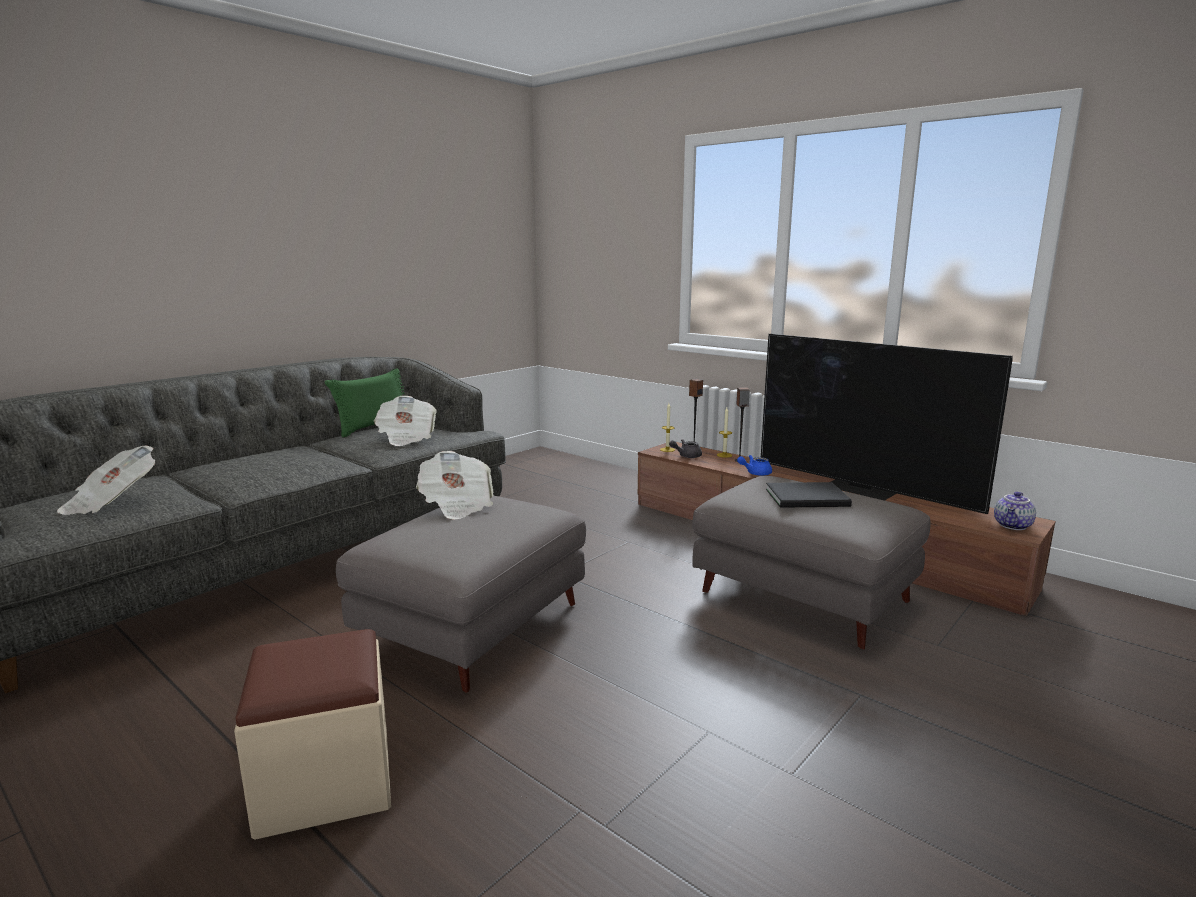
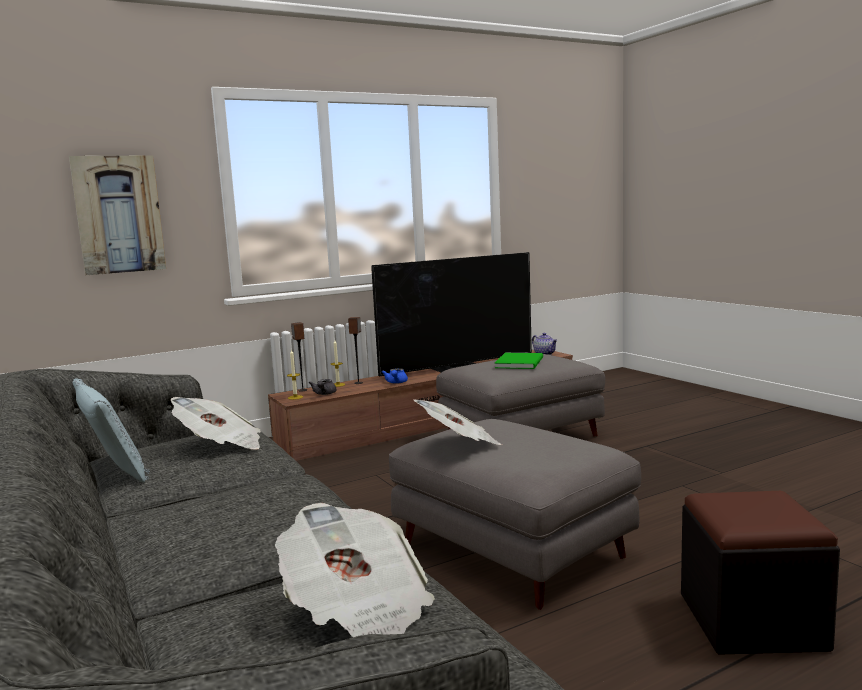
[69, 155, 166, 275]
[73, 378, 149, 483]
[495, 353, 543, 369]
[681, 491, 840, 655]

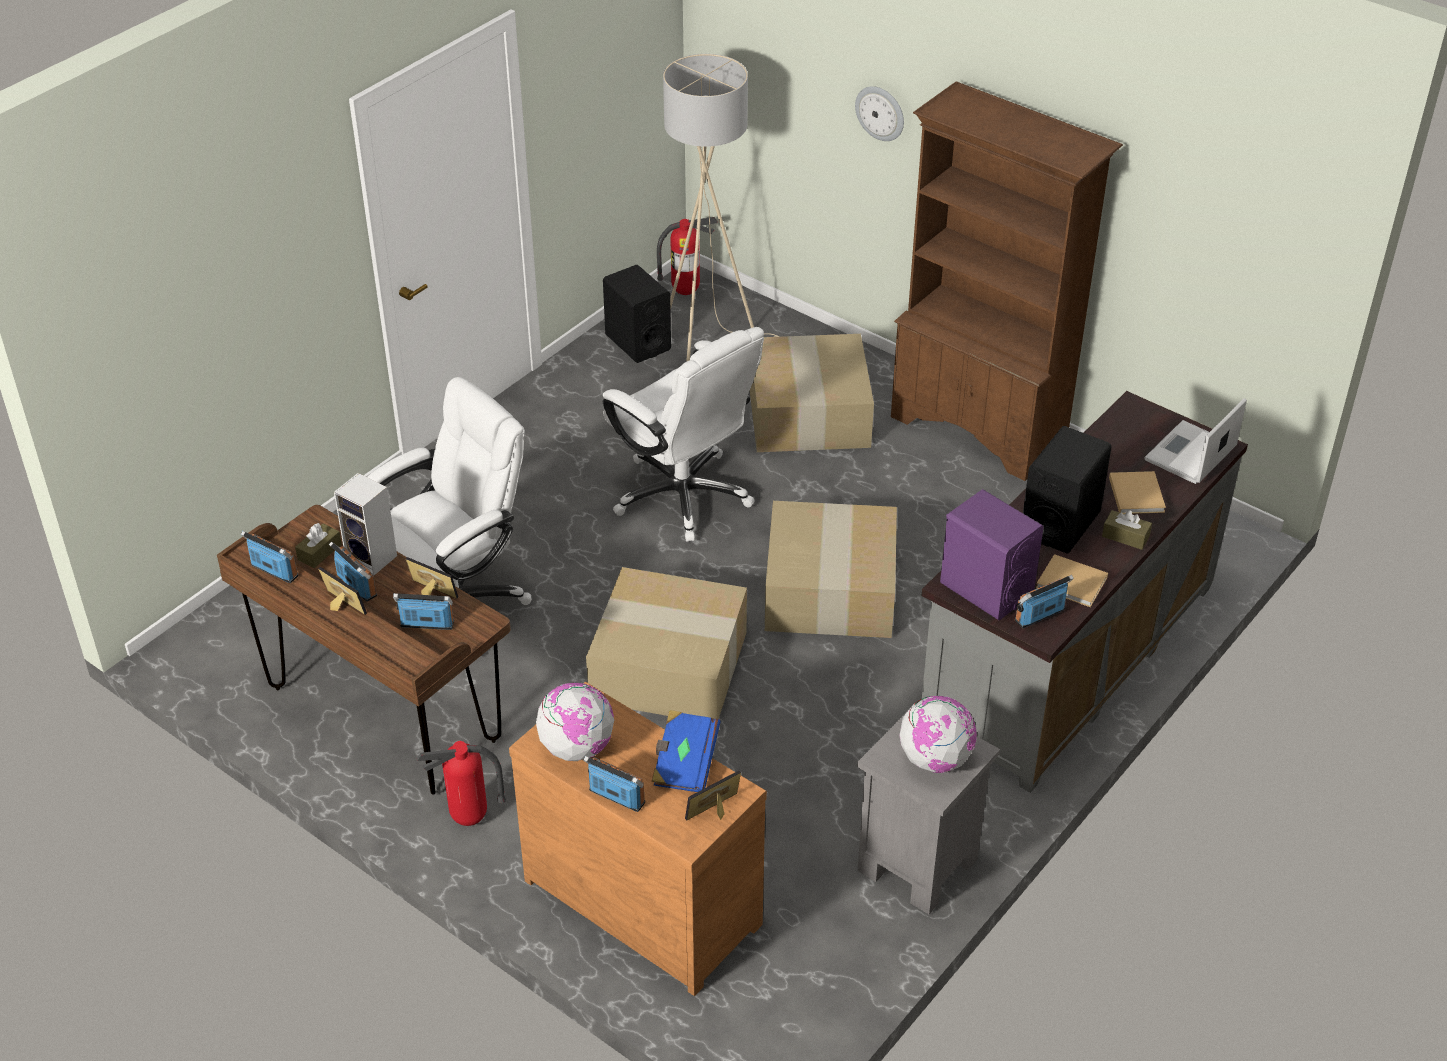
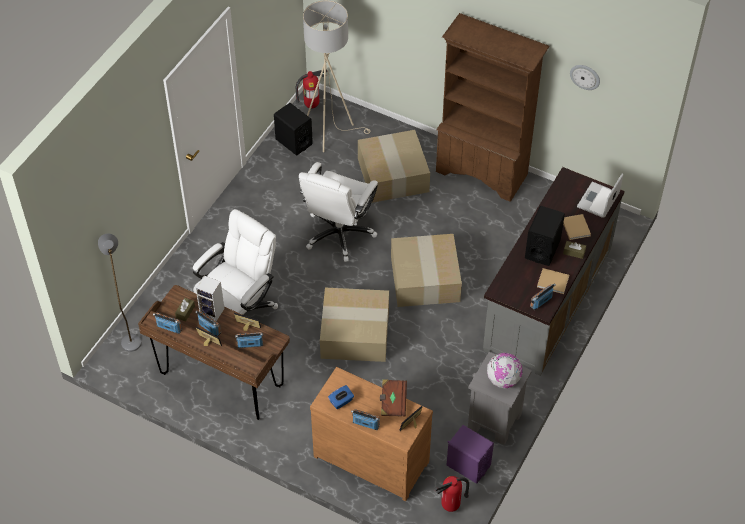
[98, 234, 142, 352]
[299, 162, 378, 262]
[328, 385, 354, 409]
[380, 379, 407, 417]
[435, 476, 469, 512]
[447, 425, 494, 484]
[570, 65, 600, 90]

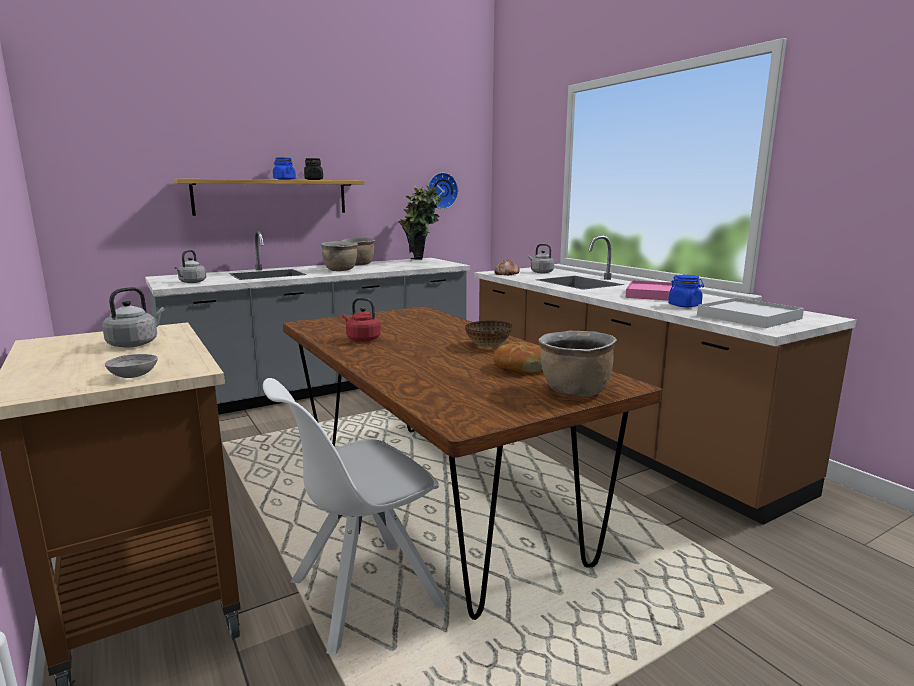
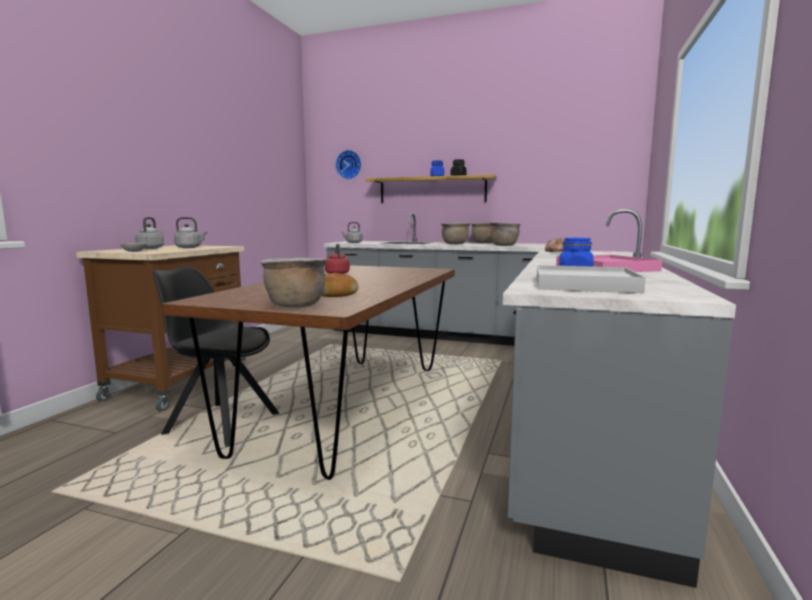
[135, 217, 164, 249]
[153, 266, 280, 447]
[335, 150, 361, 180]
[490, 222, 521, 246]
[503, 209, 736, 588]
[398, 185, 443, 260] (first image)
[465, 320, 512, 347] (first image)

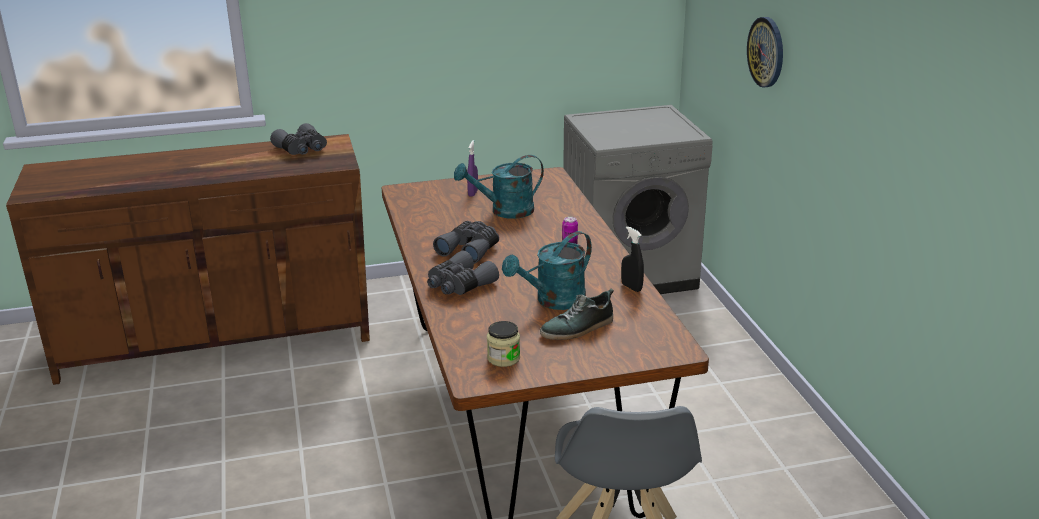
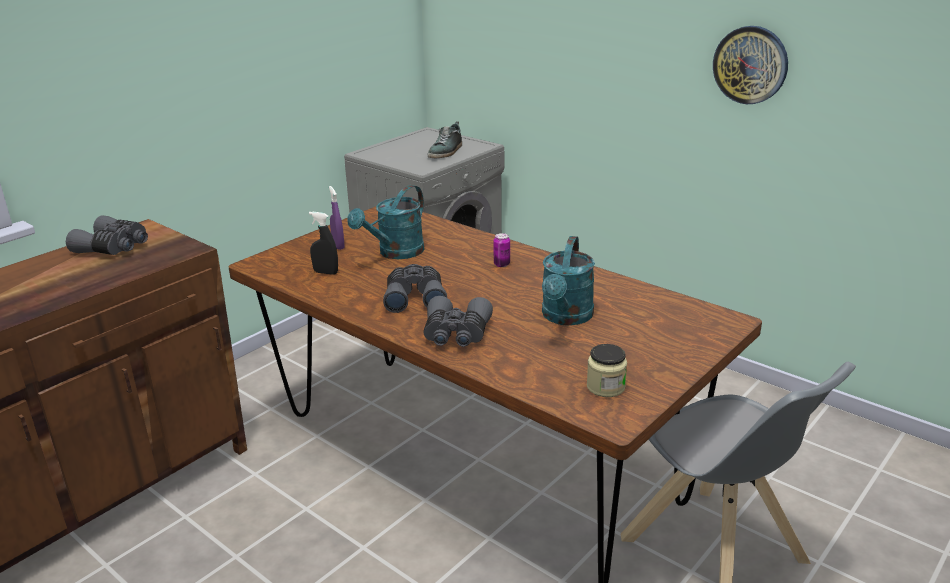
[309, 212, 338, 275]
[428, 121, 462, 158]
[713, 26, 788, 104]

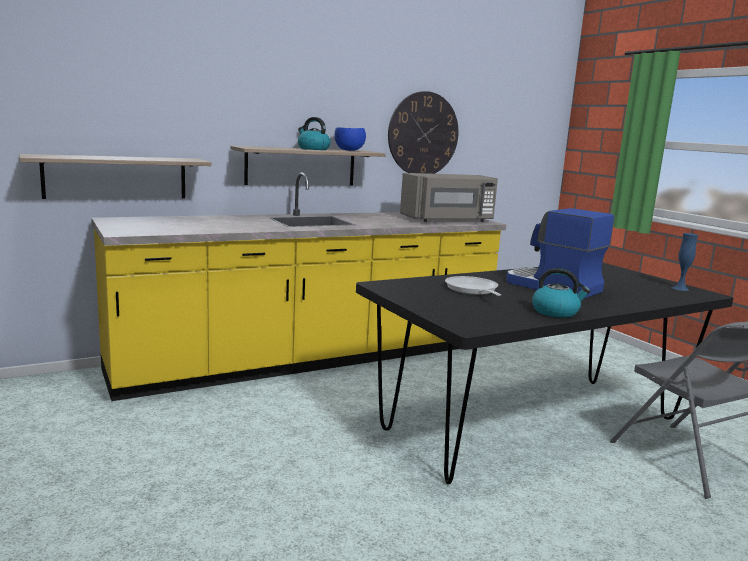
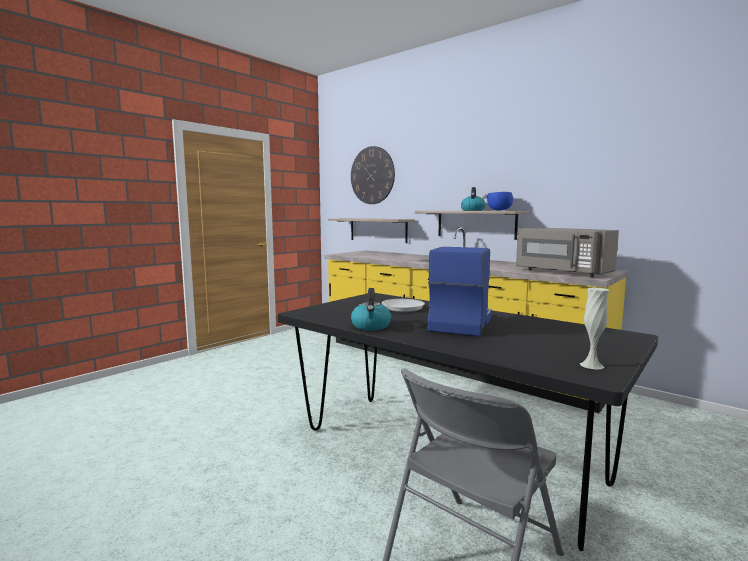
[351, 146, 395, 204]
[580, 288, 609, 369]

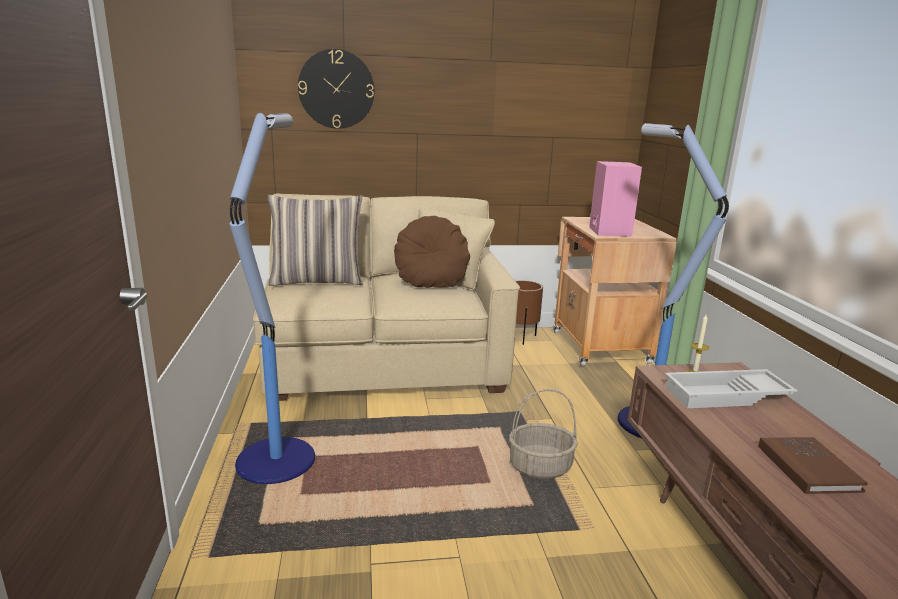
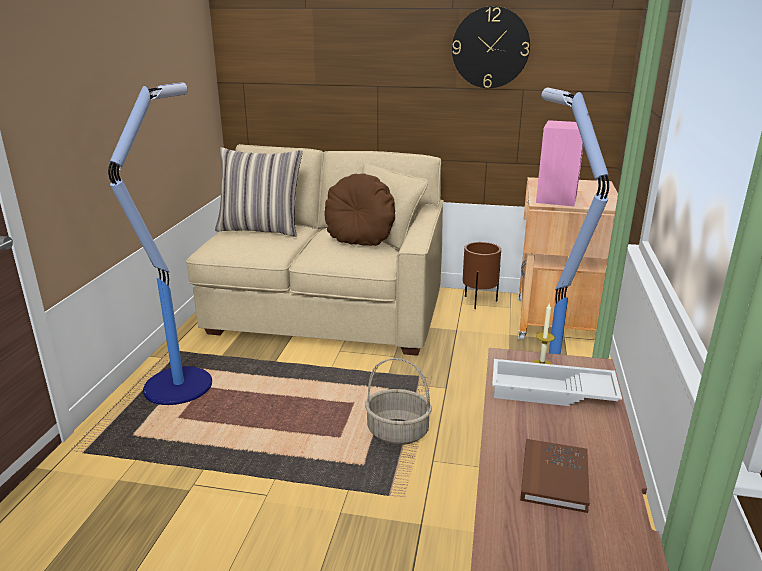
[452, 6, 530, 88]

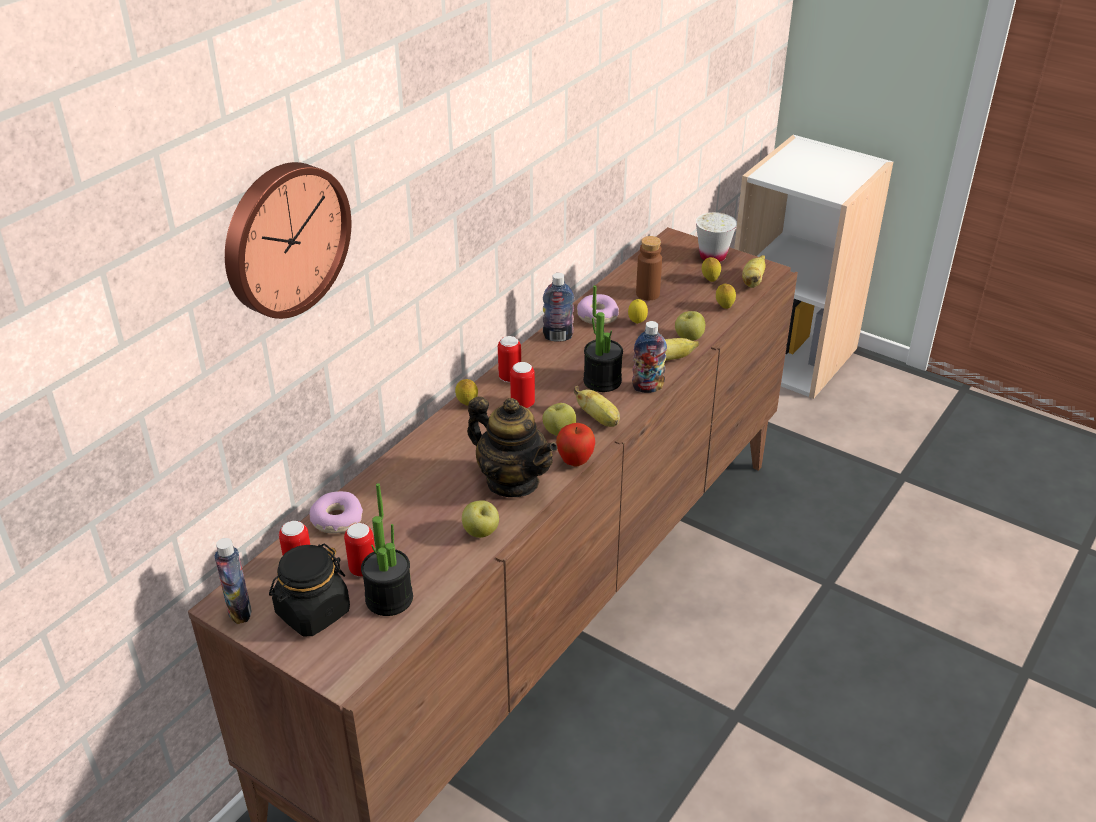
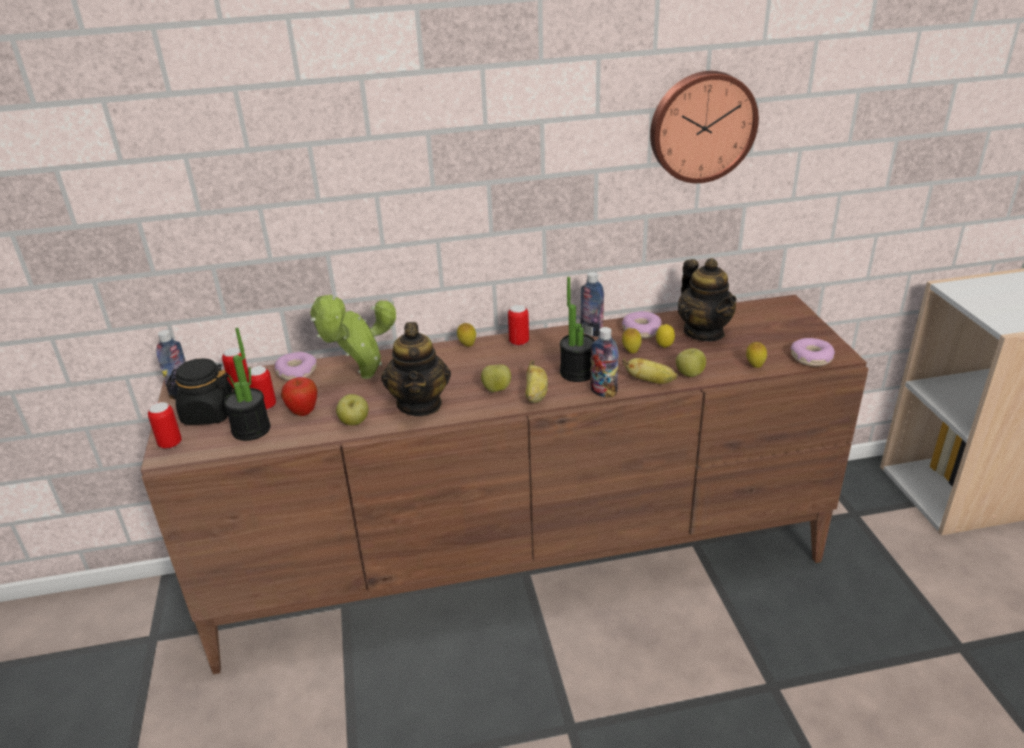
[148, 402, 182, 449]
[281, 377, 317, 416]
[310, 295, 396, 379]
[622, 328, 642, 354]
[650, 71, 759, 183]
[678, 258, 736, 341]
[790, 338, 835, 367]
[696, 212, 737, 262] (first image)

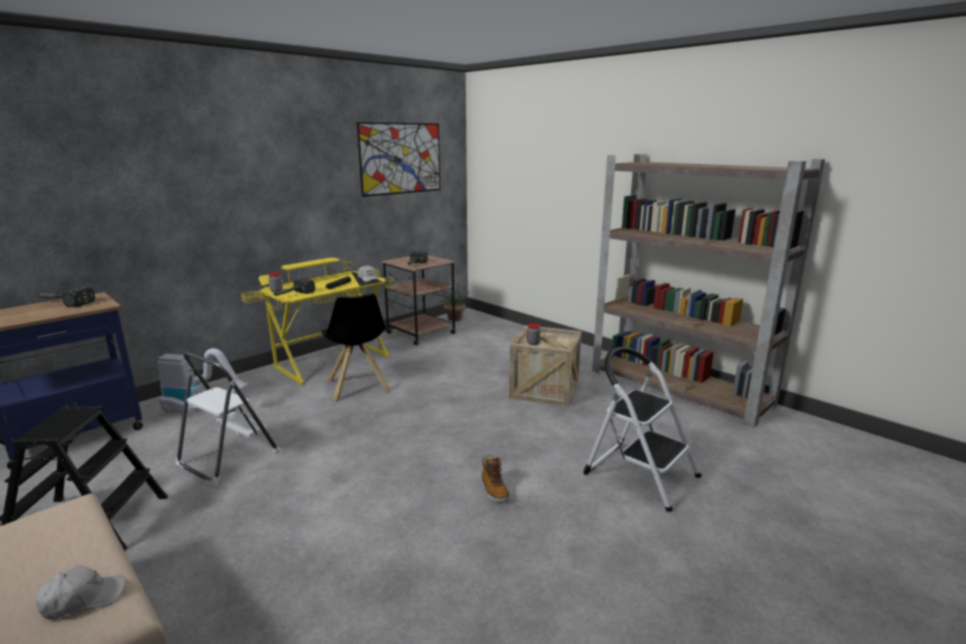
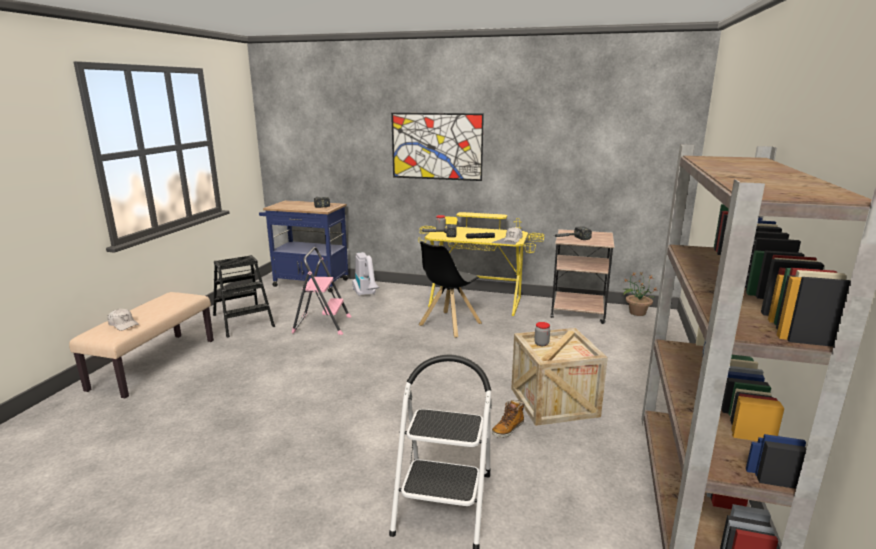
[292, 247, 352, 335]
[391, 113, 484, 181]
[492, 400, 524, 438]

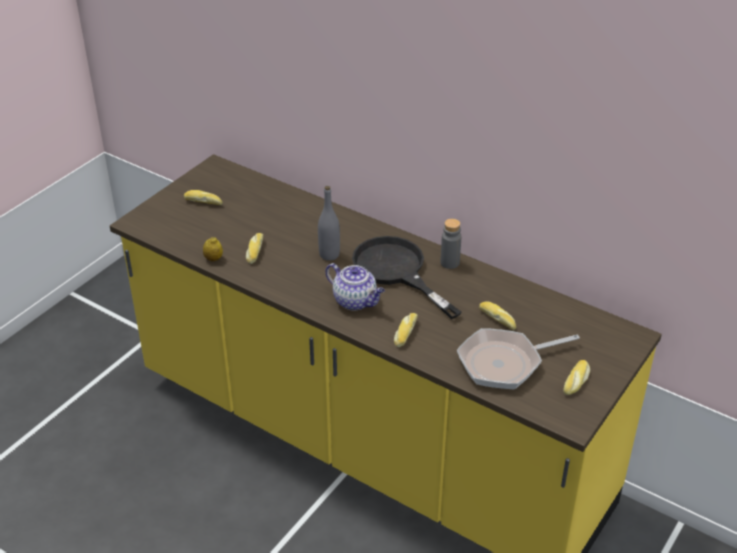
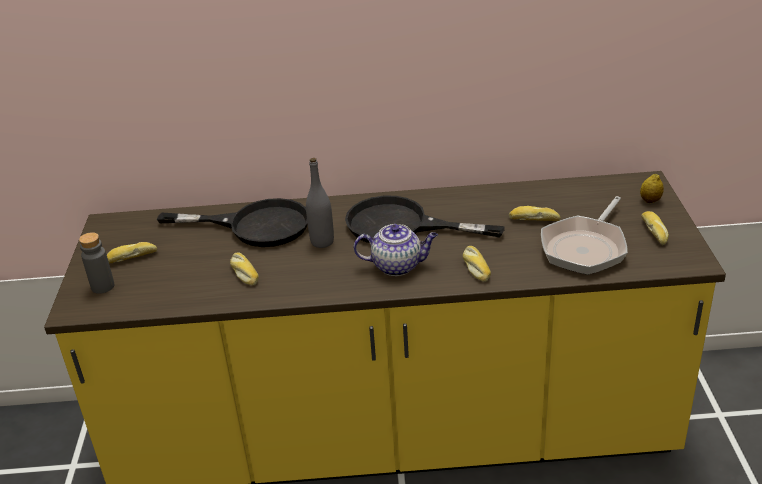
[79, 232, 115, 294]
[157, 198, 308, 247]
[640, 174, 664, 203]

